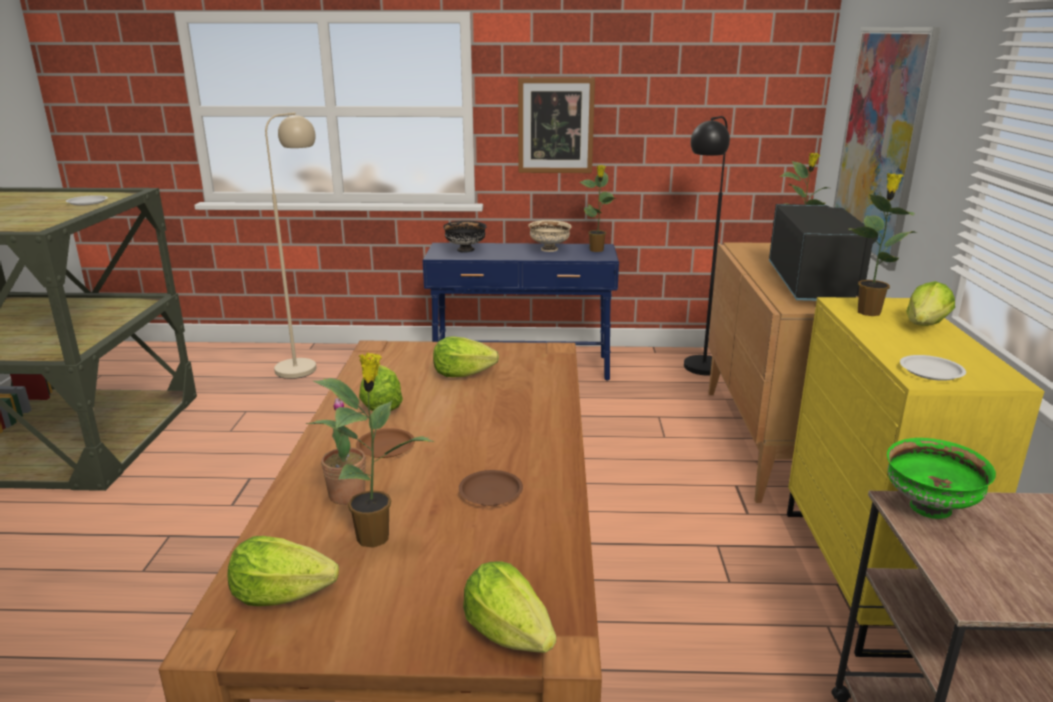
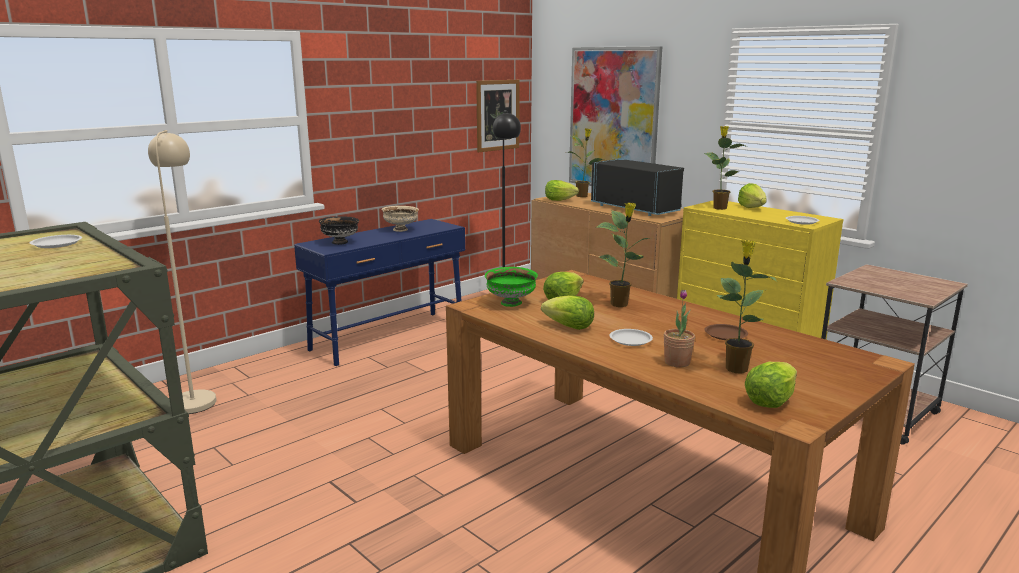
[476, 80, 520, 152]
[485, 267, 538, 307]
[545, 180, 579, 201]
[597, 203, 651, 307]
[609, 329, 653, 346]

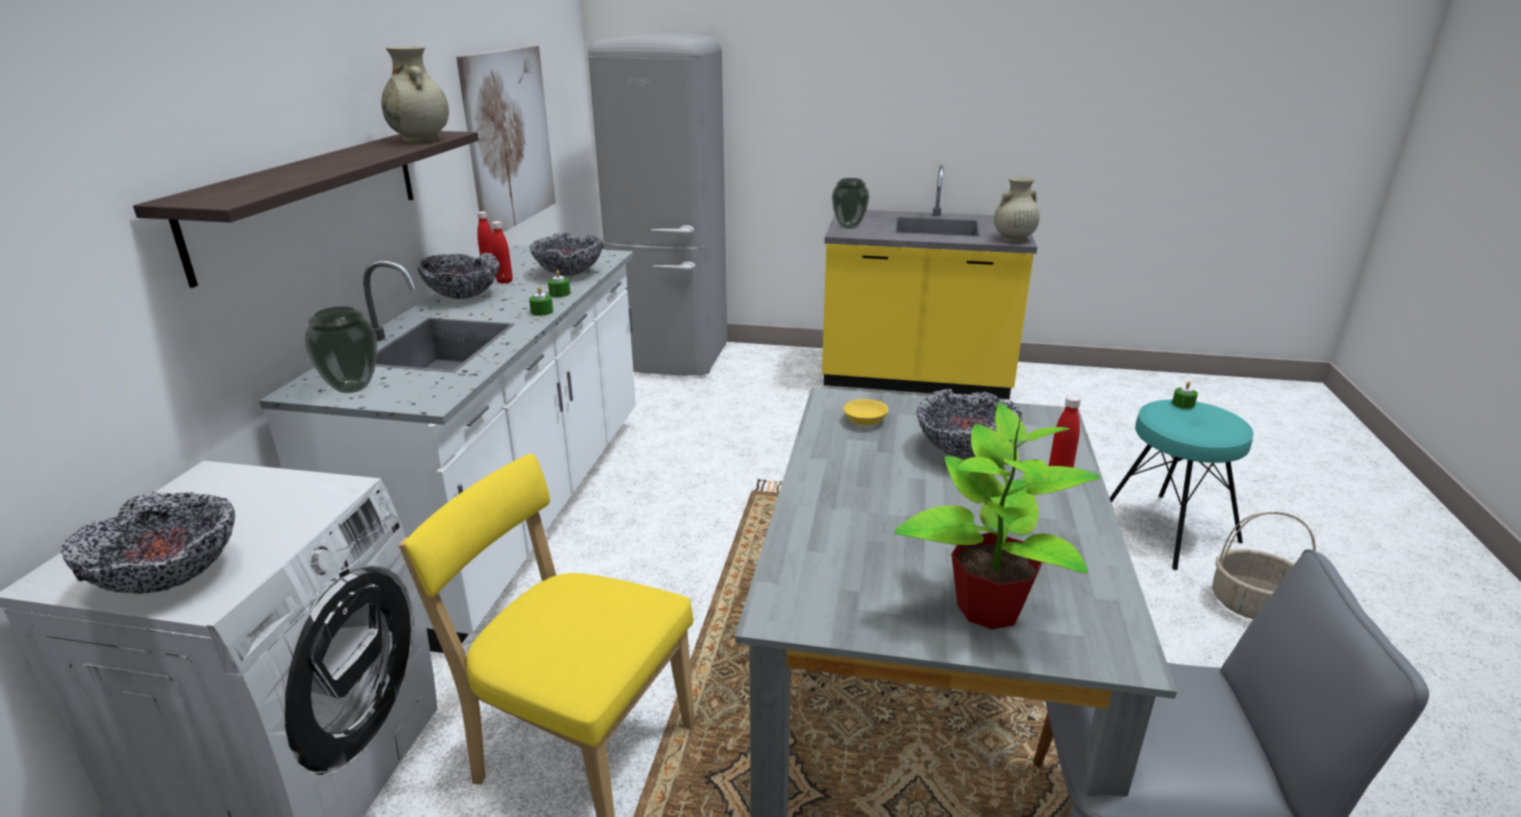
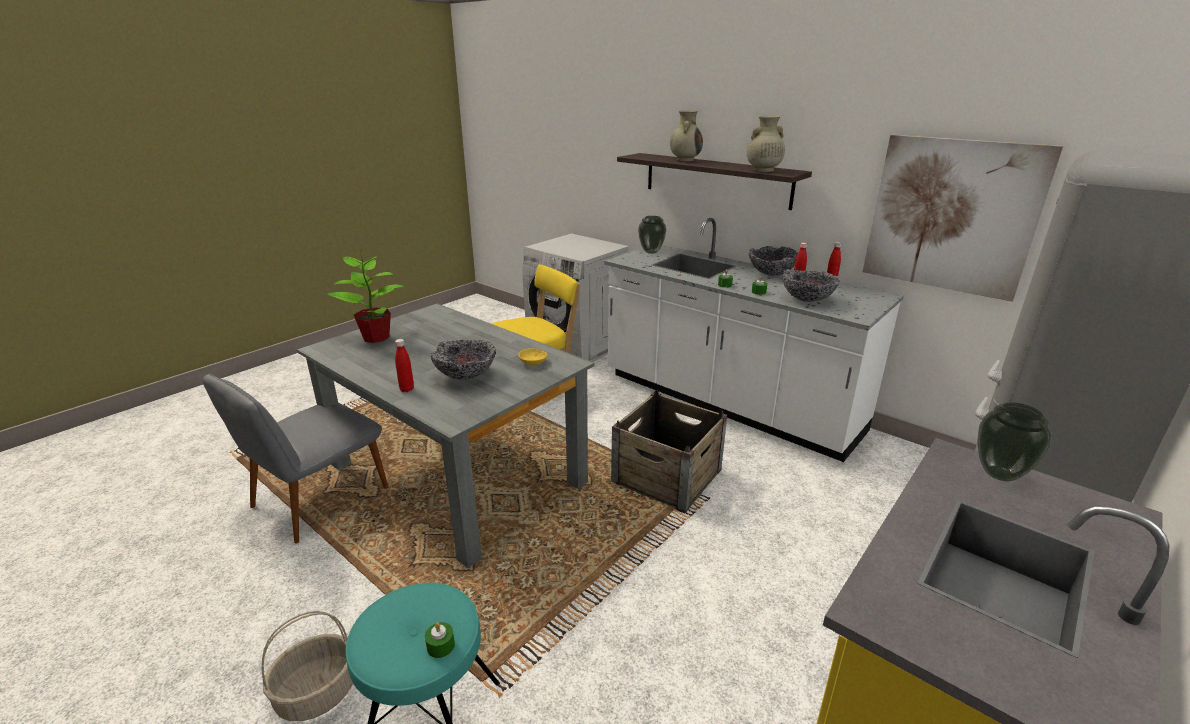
[611, 390, 727, 513]
[670, 111, 703, 162]
[61, 492, 235, 594] (first image)

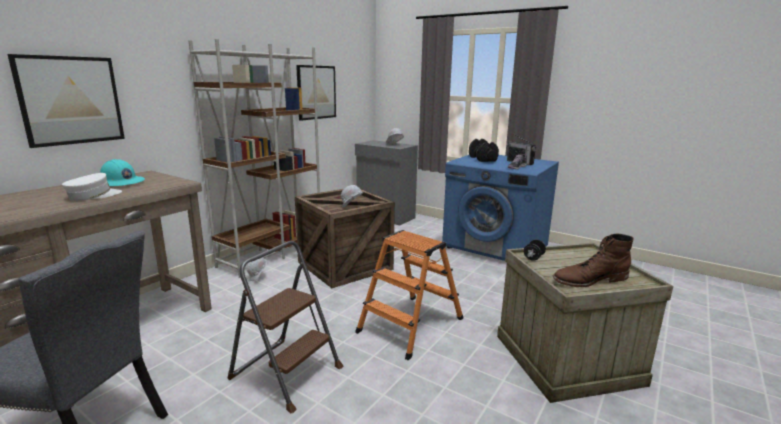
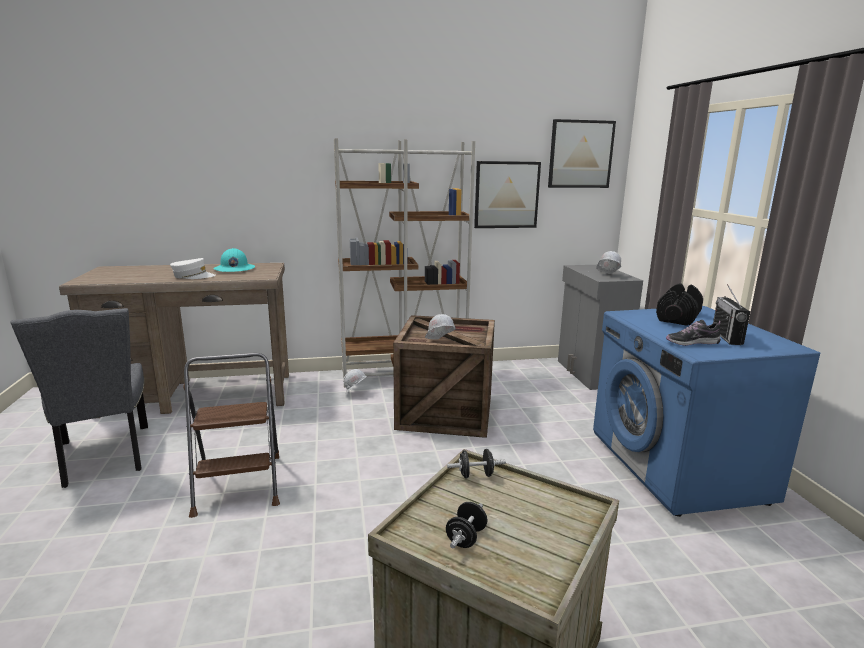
[446, 502, 487, 548]
[548, 119, 616, 188]
[355, 230, 464, 360] (first image)

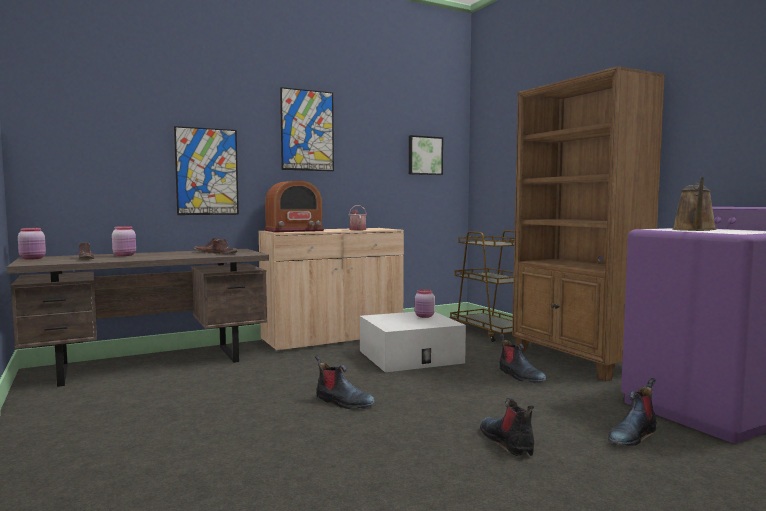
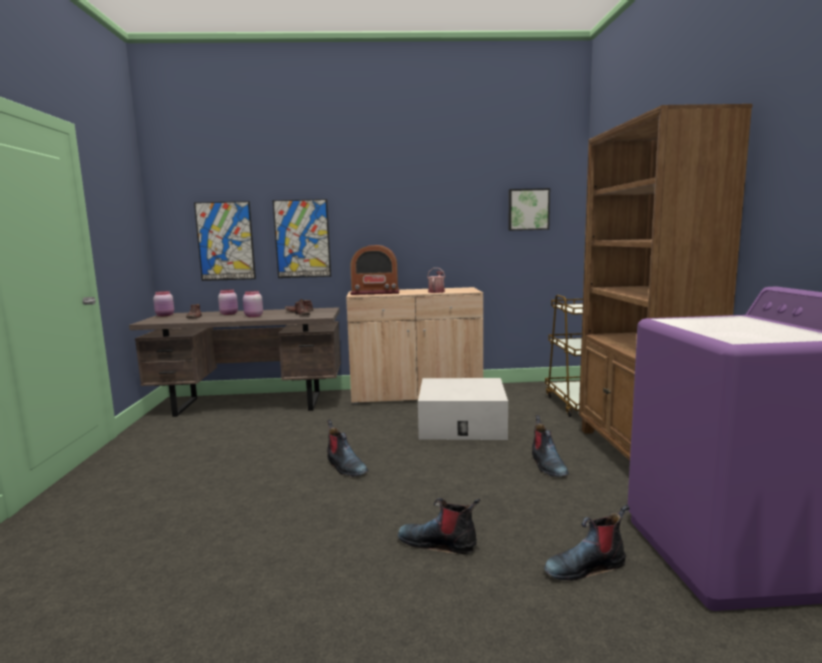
[194, 201, 256, 281]
[243, 291, 263, 317]
[398, 498, 480, 554]
[672, 177, 717, 231] (first image)

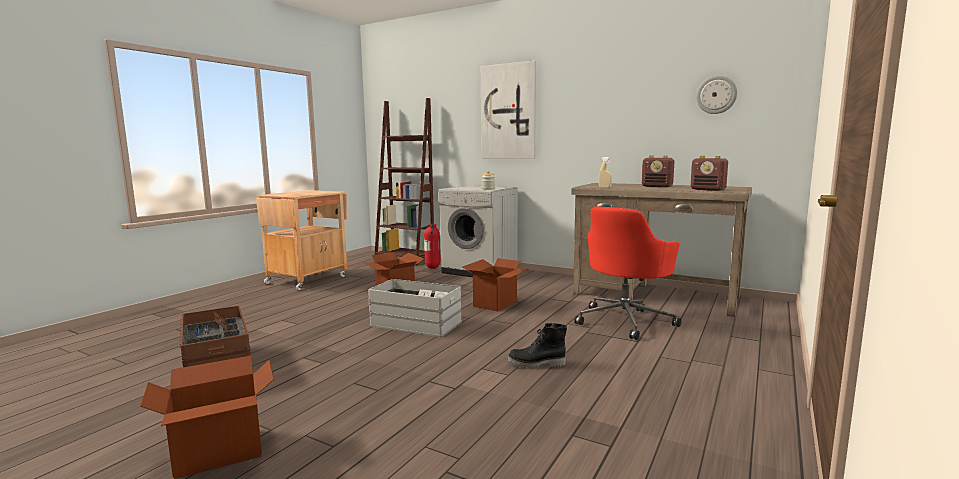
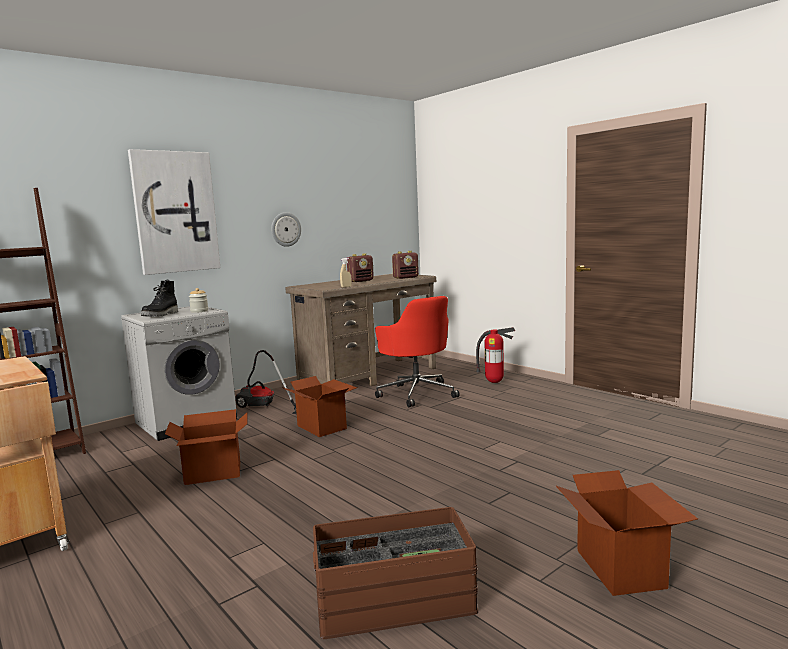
[141, 280, 178, 317]
[235, 350, 297, 414]
[271, 212, 301, 247]
[476, 327, 515, 383]
[368, 279, 462, 337] (first image)

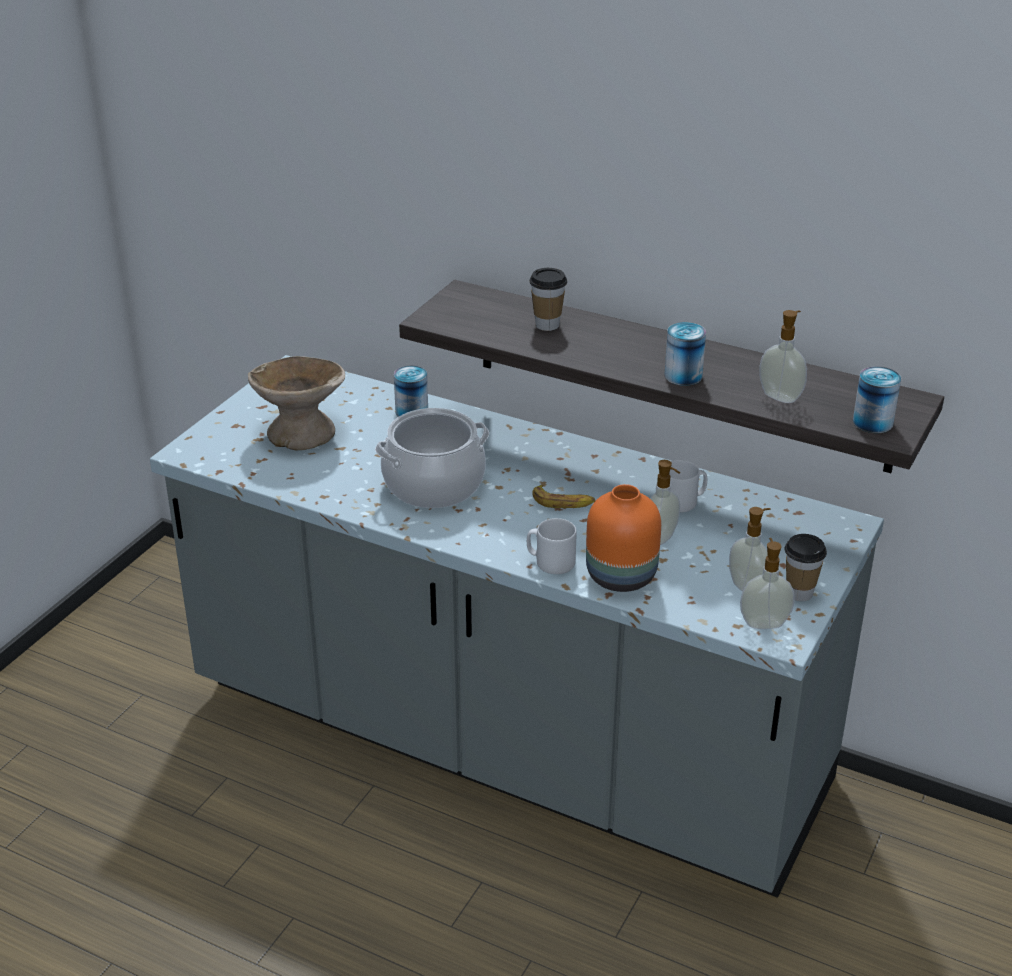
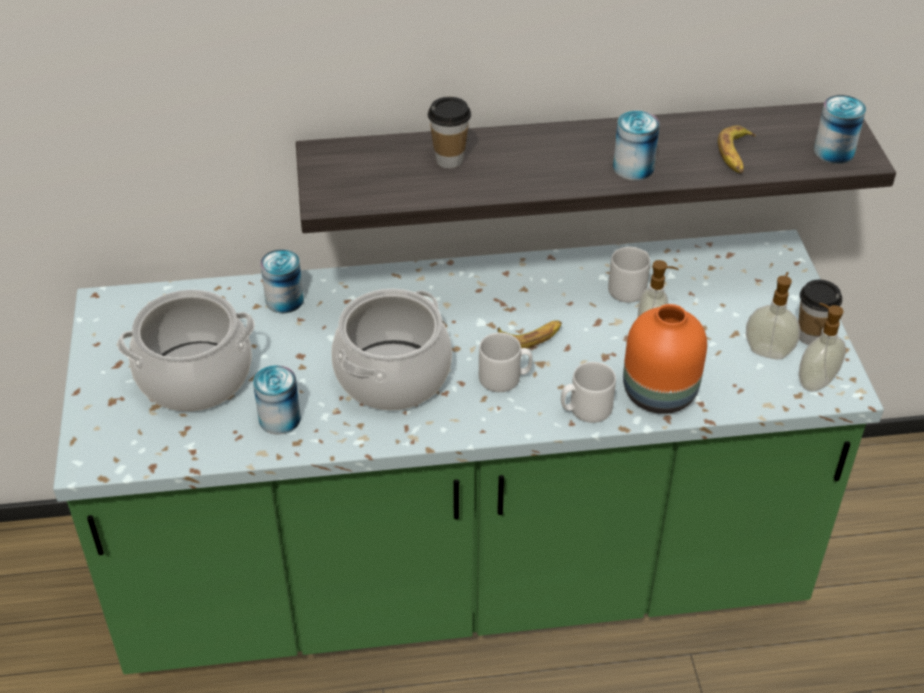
[53, 230, 884, 674]
[117, 290, 255, 412]
[253, 365, 301, 435]
[479, 333, 532, 392]
[718, 126, 756, 174]

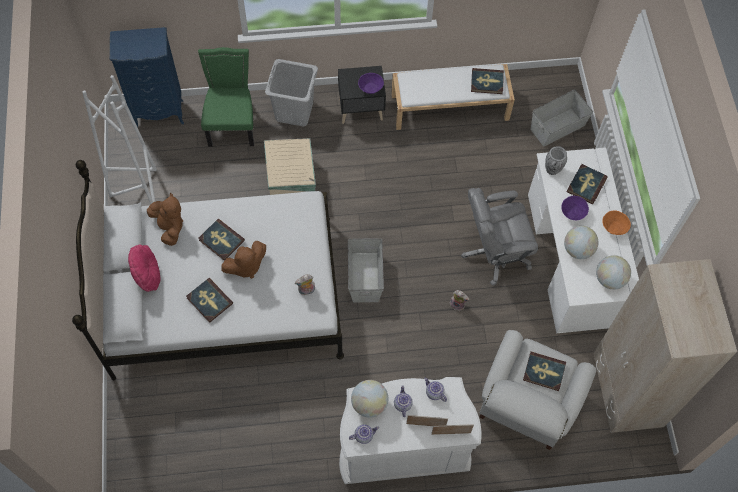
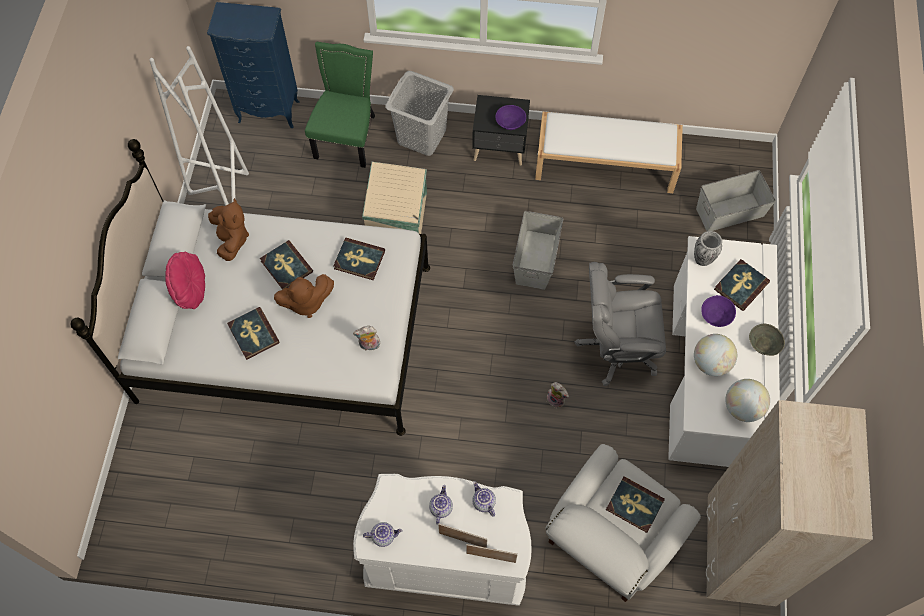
[333, 238, 385, 280]
[513, 211, 563, 290]
[749, 324, 785, 356]
[351, 380, 388, 418] (first image)

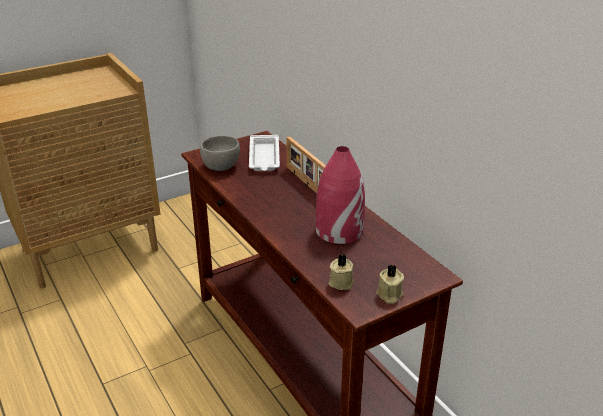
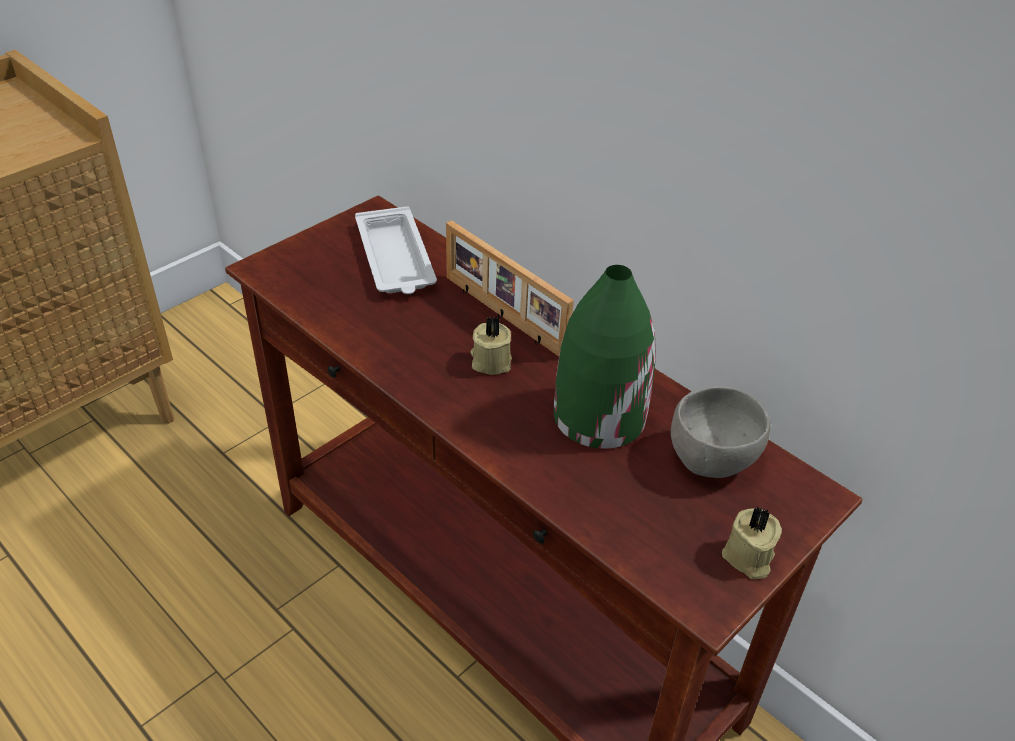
[471, 316, 512, 375]
[554, 265, 656, 448]
[671, 386, 770, 478]

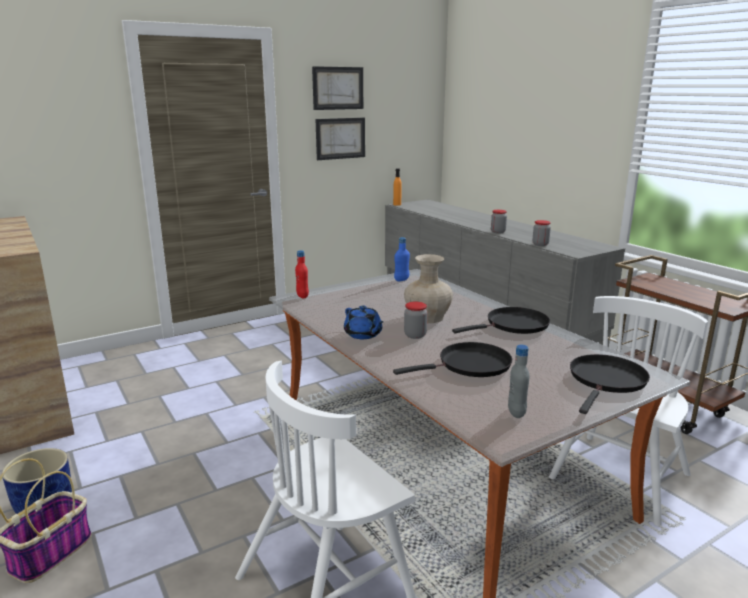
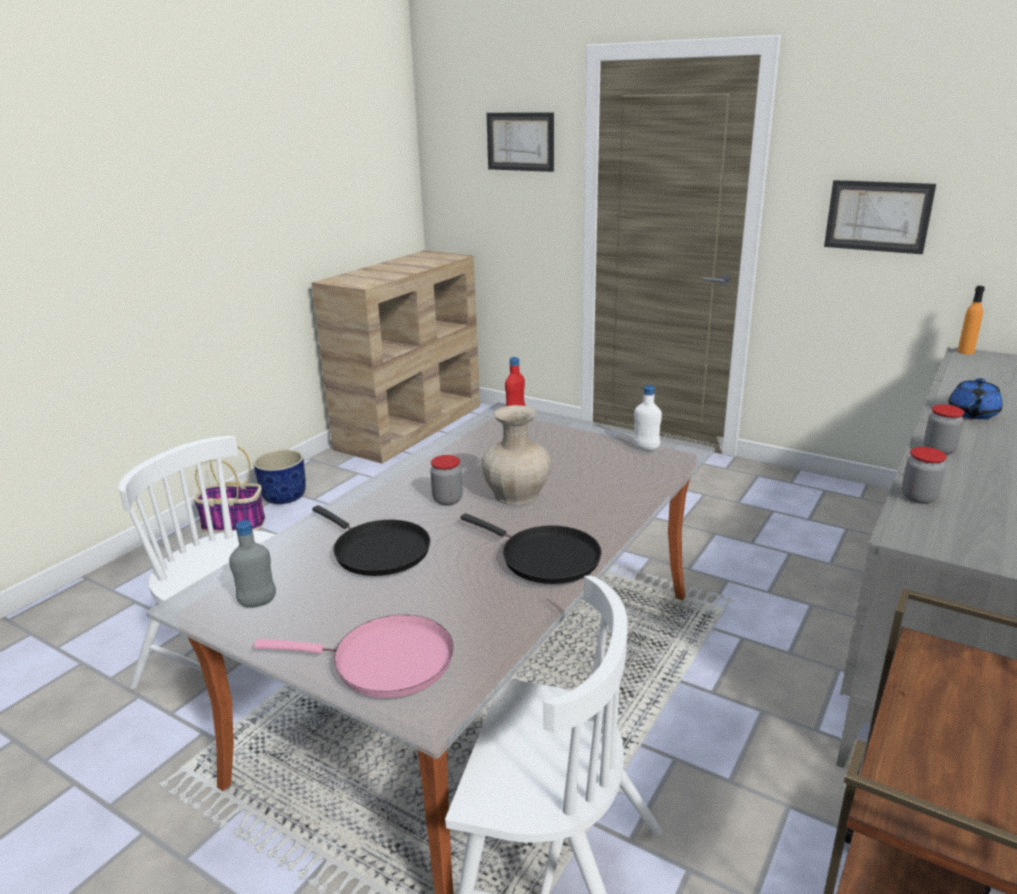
[254, 615, 454, 698]
[486, 112, 554, 172]
[633, 385, 662, 451]
[949, 378, 1003, 419]

